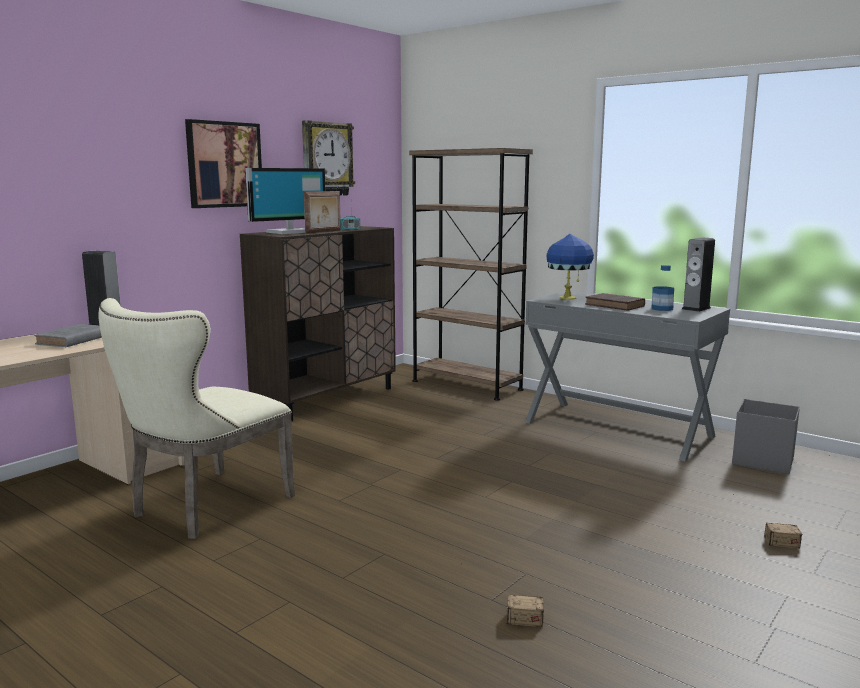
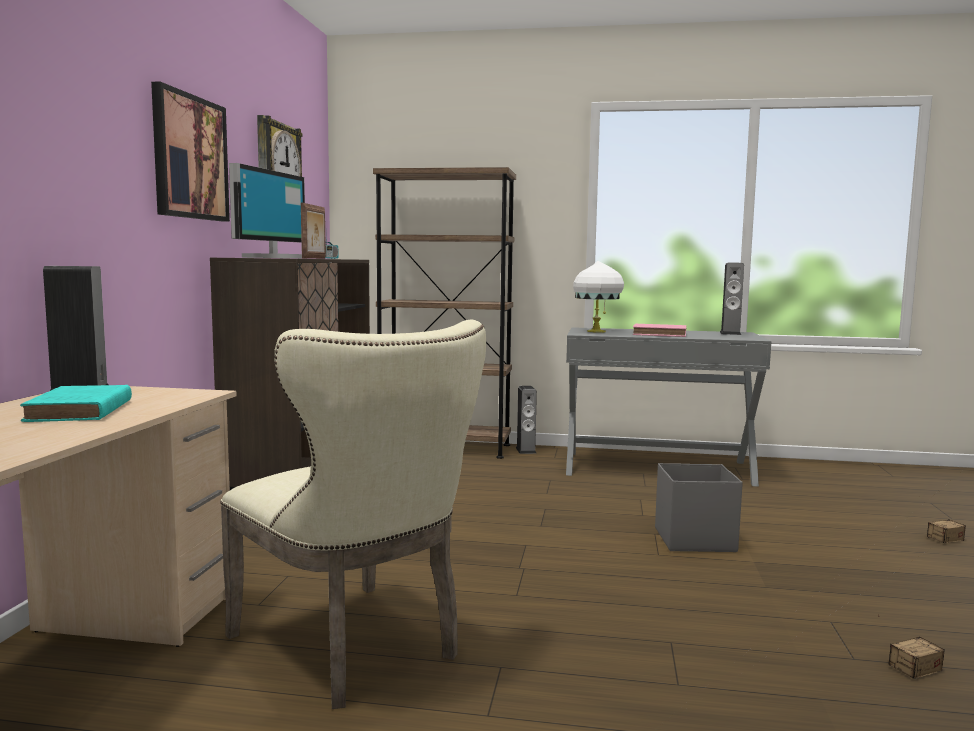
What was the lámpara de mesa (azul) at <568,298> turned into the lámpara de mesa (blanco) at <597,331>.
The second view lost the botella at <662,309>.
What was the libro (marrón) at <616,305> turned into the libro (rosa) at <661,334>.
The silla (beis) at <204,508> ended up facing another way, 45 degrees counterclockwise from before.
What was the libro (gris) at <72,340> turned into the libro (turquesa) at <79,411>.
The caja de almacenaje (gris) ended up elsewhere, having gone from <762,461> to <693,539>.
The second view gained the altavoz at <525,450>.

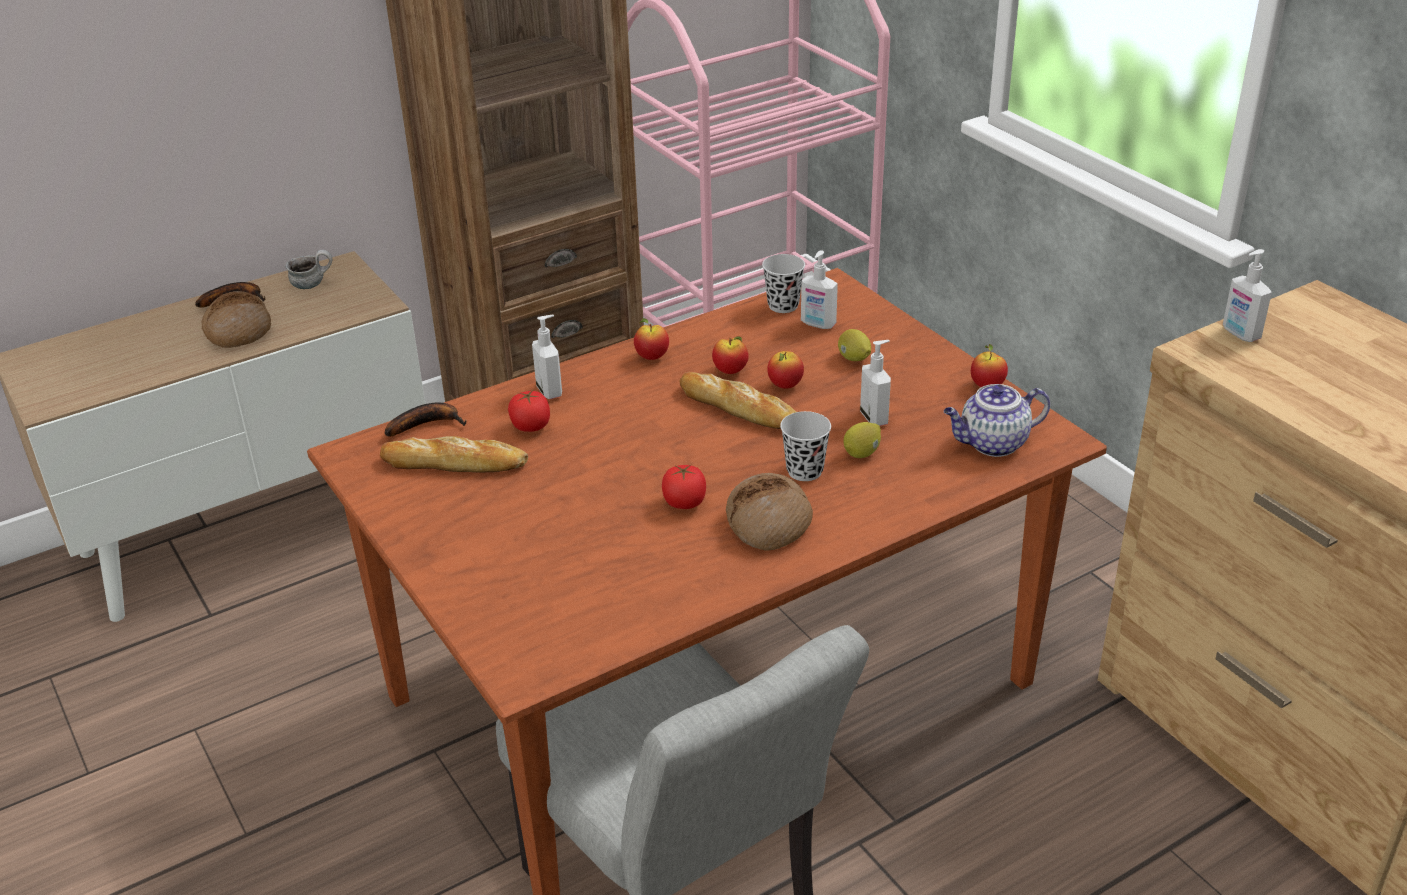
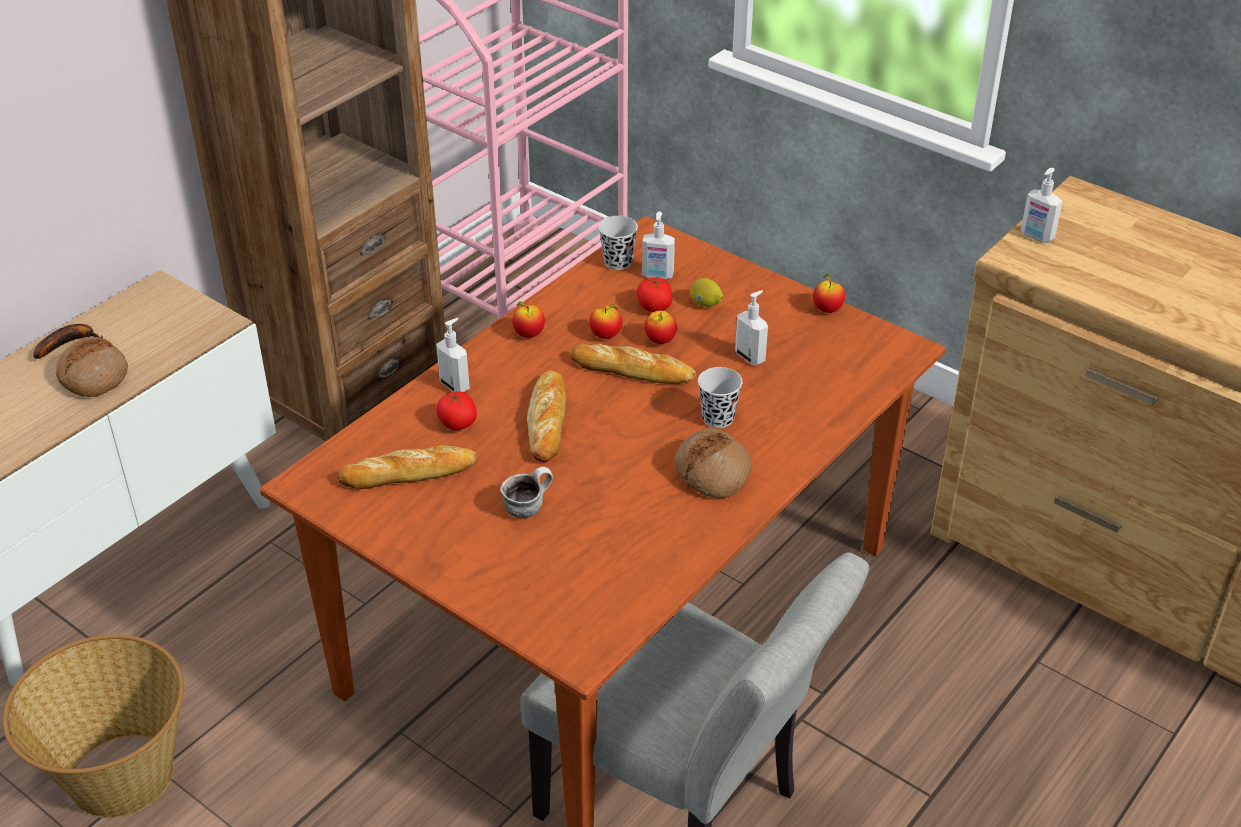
The taza grande ended up elsewhere, having gone from <313,284> to <527,506>.
The second view lost the tetera at <992,444>.
The second view lost the plátano at <427,424>.
The second view lost the limón at <862,453>.
The tomate ended up elsewhere, having gone from <684,503> to <654,307>.
The second view gained the pan at <548,421>.
The second view gained the cesta at <119,776>.

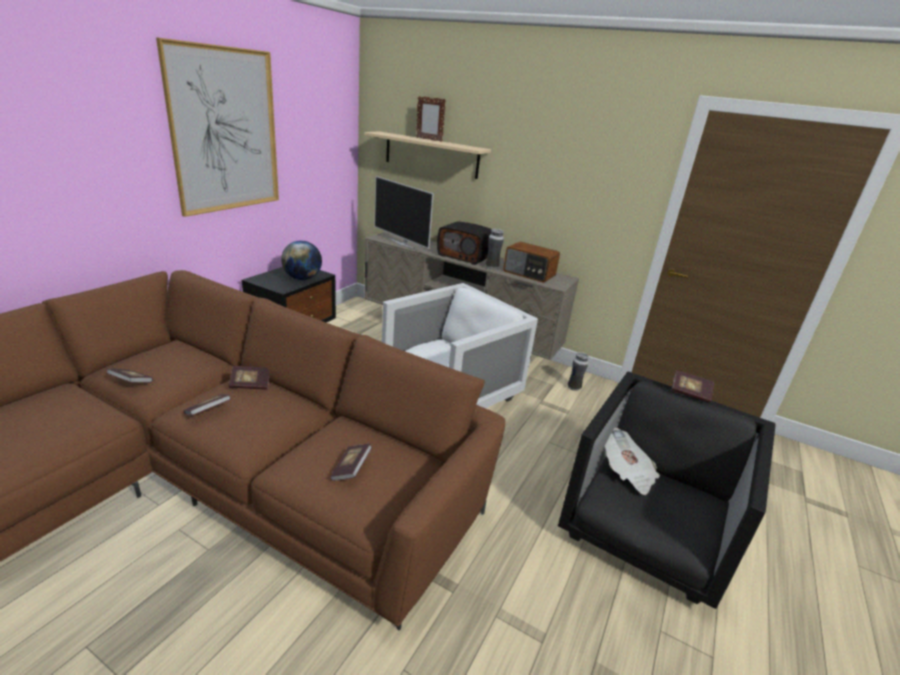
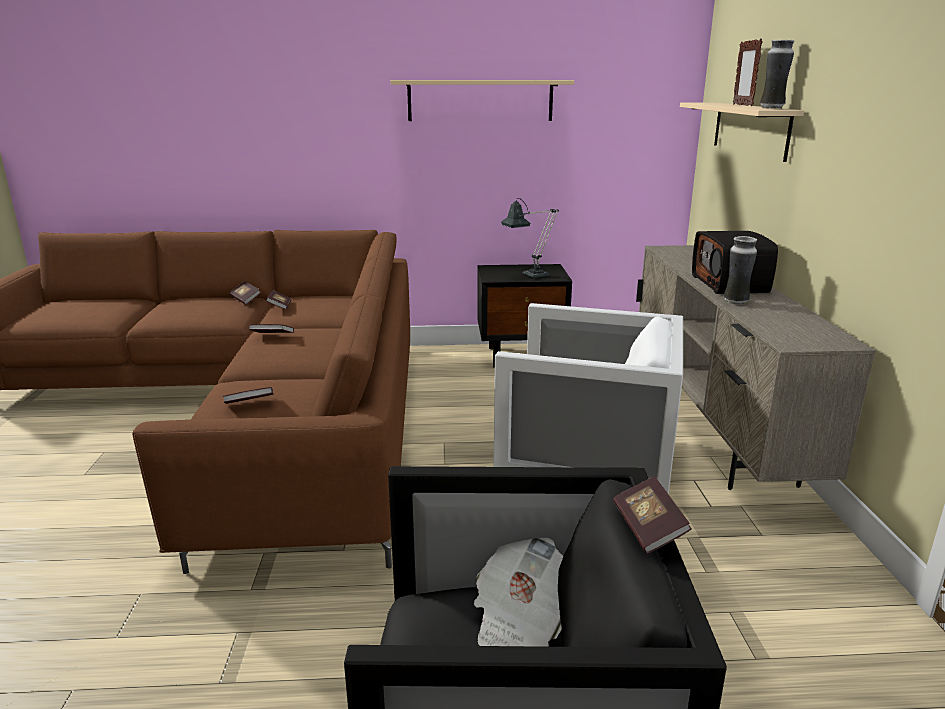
Where the cuadro hung at <225,131>, the estante (beis) came to hang at <480,100>.
The second view lost the televisor at <403,244>.
Where the globo terráqueo stood at <302,278>, the lámpara de mesa came to stand at <530,276>.
The second view lost the radio at <529,274>.
The florero ended up elsewhere, having gone from <574,388> to <772,108>.
The libro ended up elsewhere, having gone from <250,385> to <245,299>.

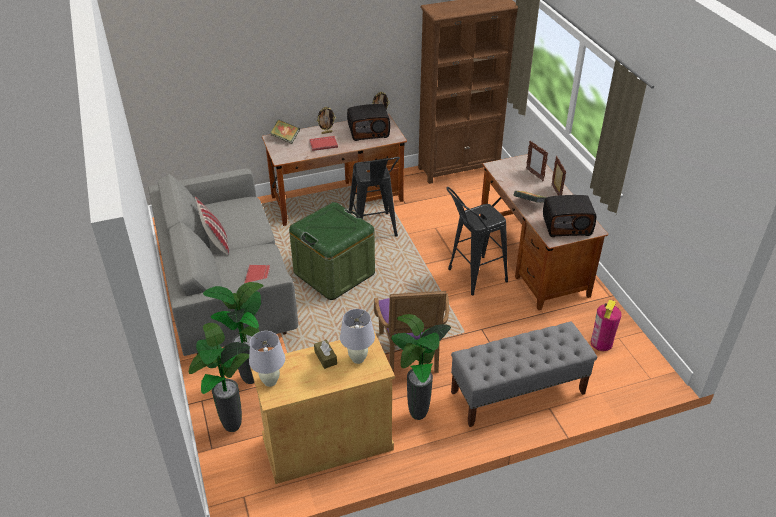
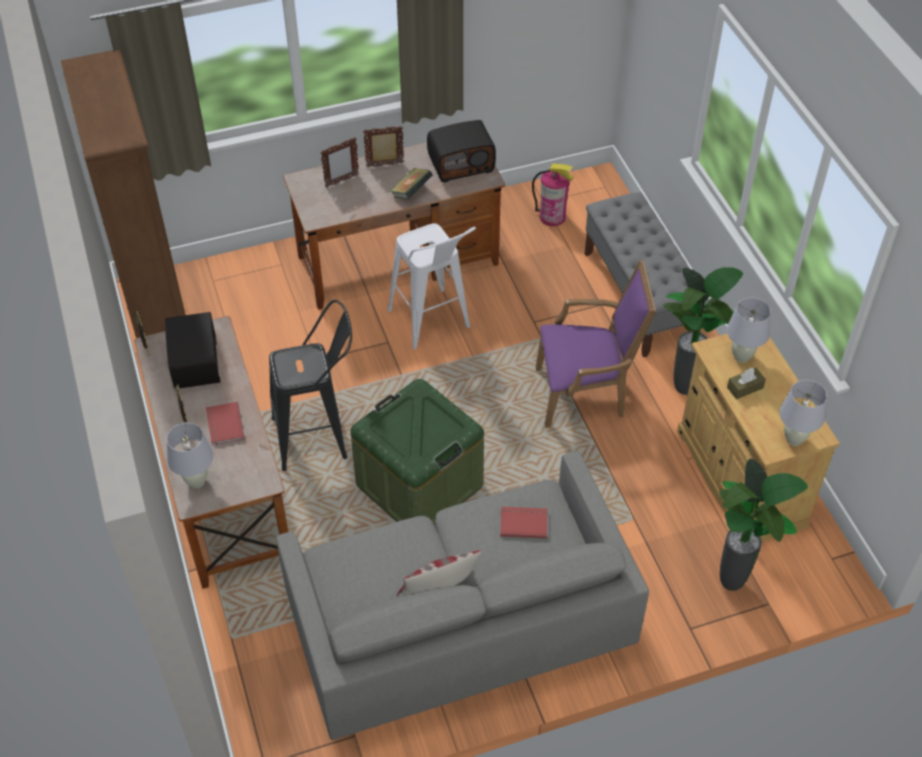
Where the libro stood at <285,138>, the lámpara de mesa (blanco) came to stand at <196,481>.
What was the taburete (negro) at <471,277> turned into the taburete (blanco) at <432,325>.
The radio at <567,226> ended up facing another way, 75 degrees clockwise from before.
The second view lost the planta en maceta at <249,379>.

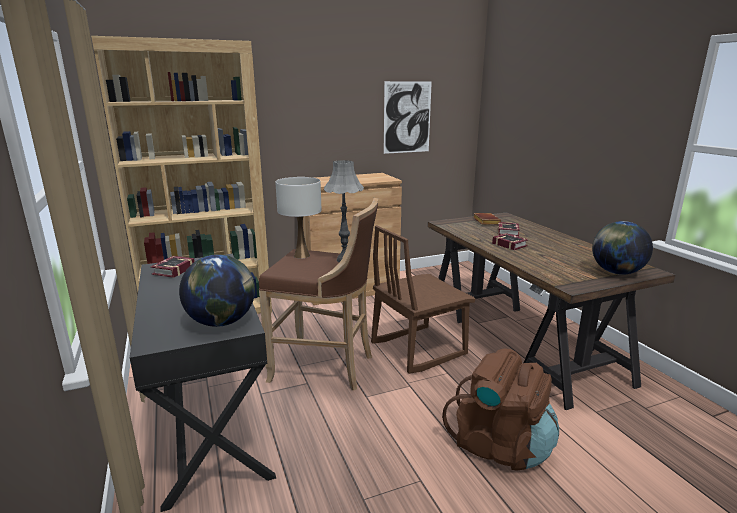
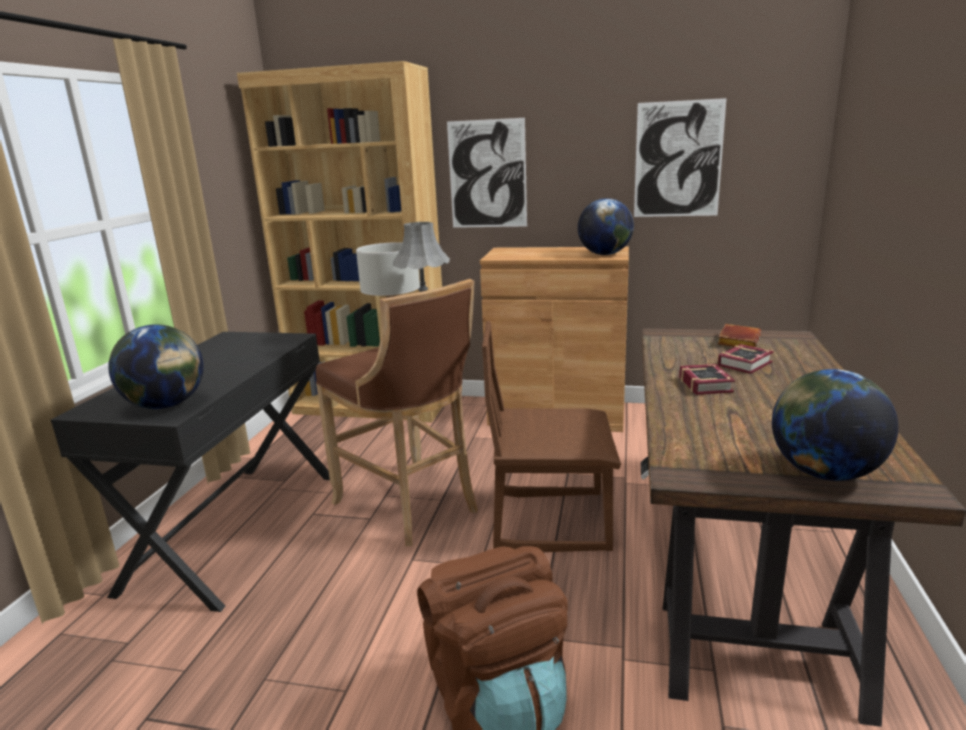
The second view lost the libro at <172,271>.
The second view gained the cuadro at <487,174>.
The second view gained the globo terráqueo at <604,254>.

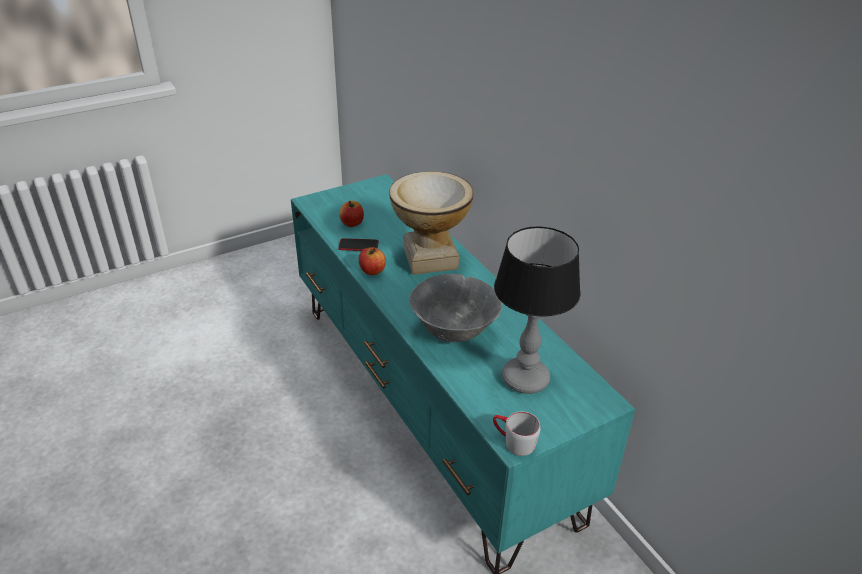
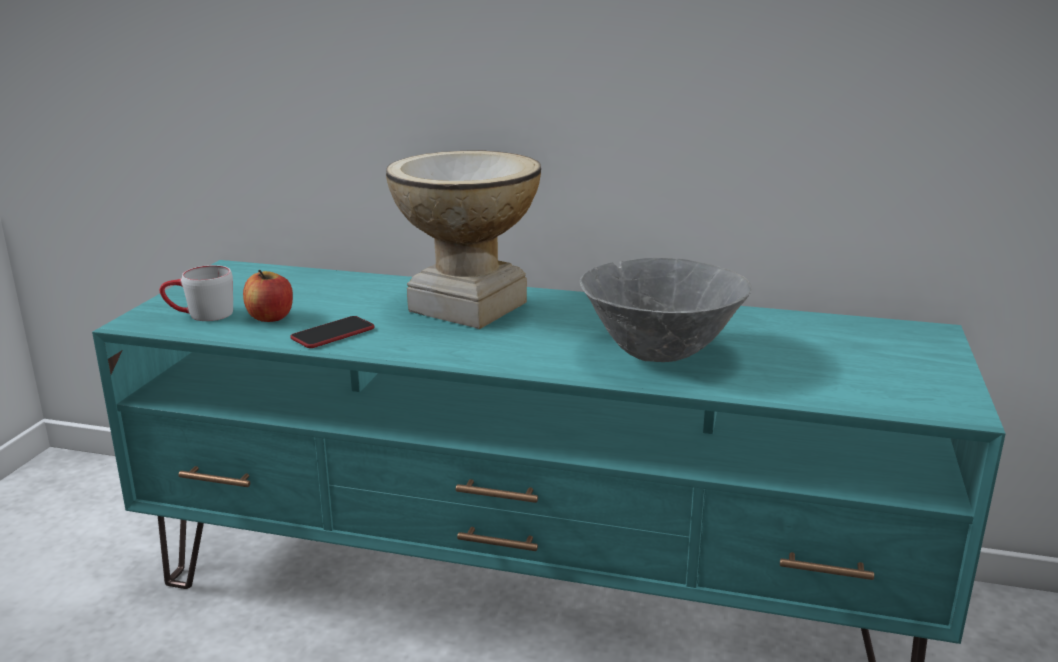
The second view lost the lámpara de mesa at <526,379>.
The second view lost the manzana at <372,271>.
The taza grande (gris) ended up elsewhere, having gone from <513,442> to <200,315>.

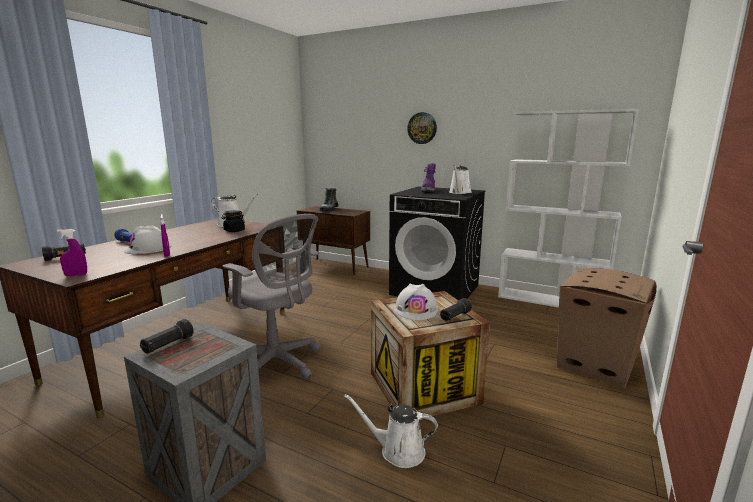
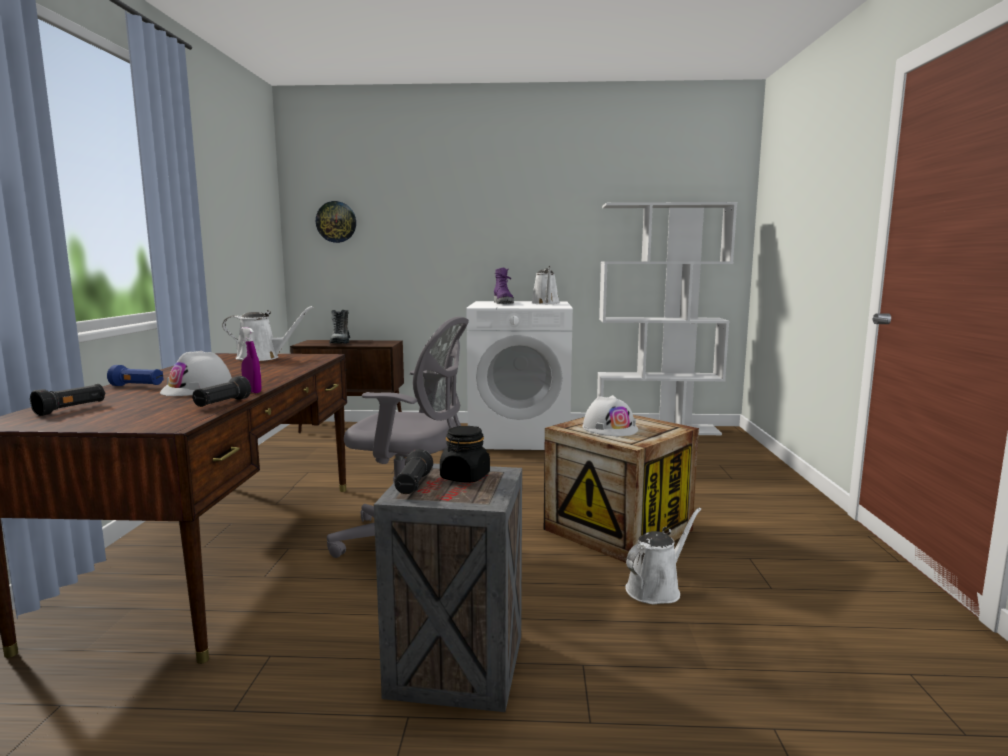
The reloj de pared ended up elsewhere, having gone from <422,128> to <336,222>.
What was the lavadora (negro) at <435,290> turned into the lavadora (blanco) at <520,436>.
The tarro (negro) ended up elsewhere, having gone from <234,231> to <465,477>.
The second view lost the pulverizador (morado) at <76,275>.
The second view lost the caja de cartón at <596,364>.
The linterna (negro) ended up elsewhere, having gone from <454,317> to <222,404>.
The regadera (blanco) at <398,451> ended up facing another way, 150 degrees clockwise from before.

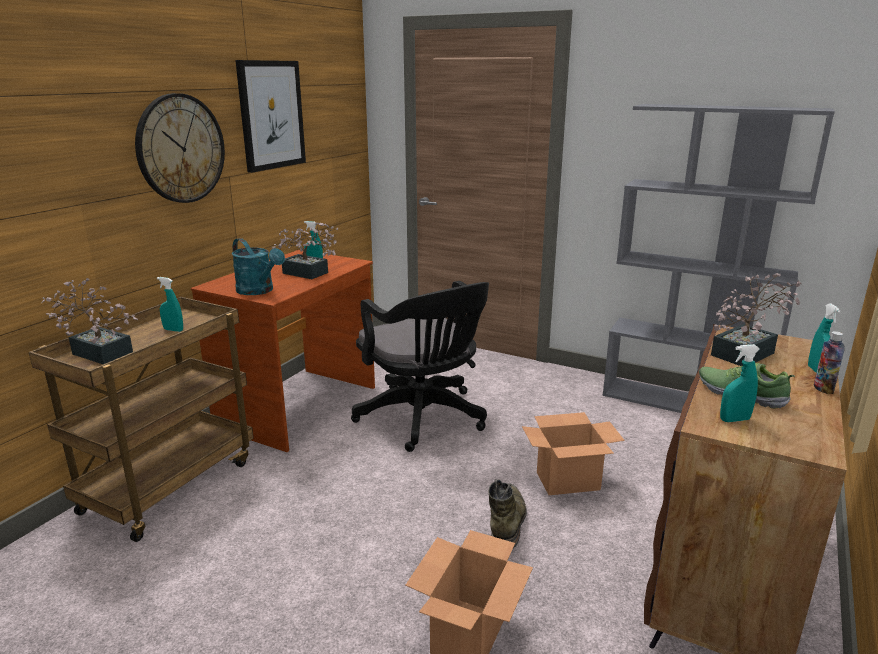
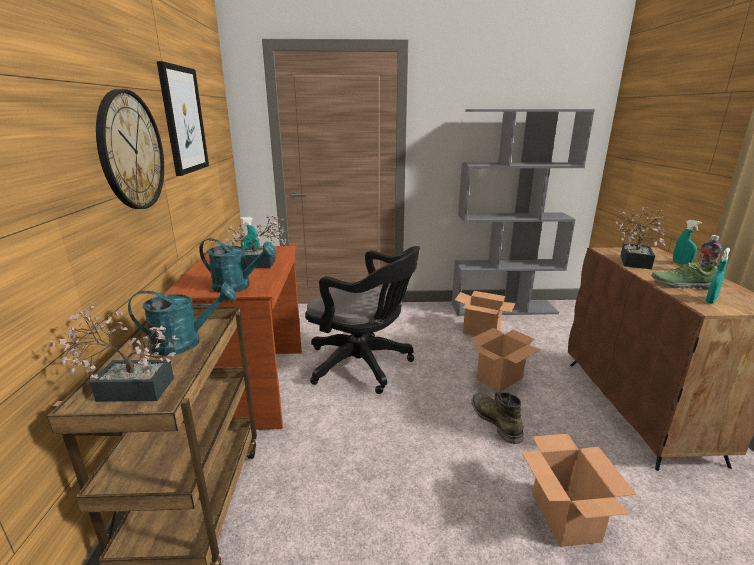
Where the pulverizador (turquesa) stood at <173,330>, the regadera (turquesa) came to stand at <186,343>.
The second view gained the caja de cartón at <482,331>.

